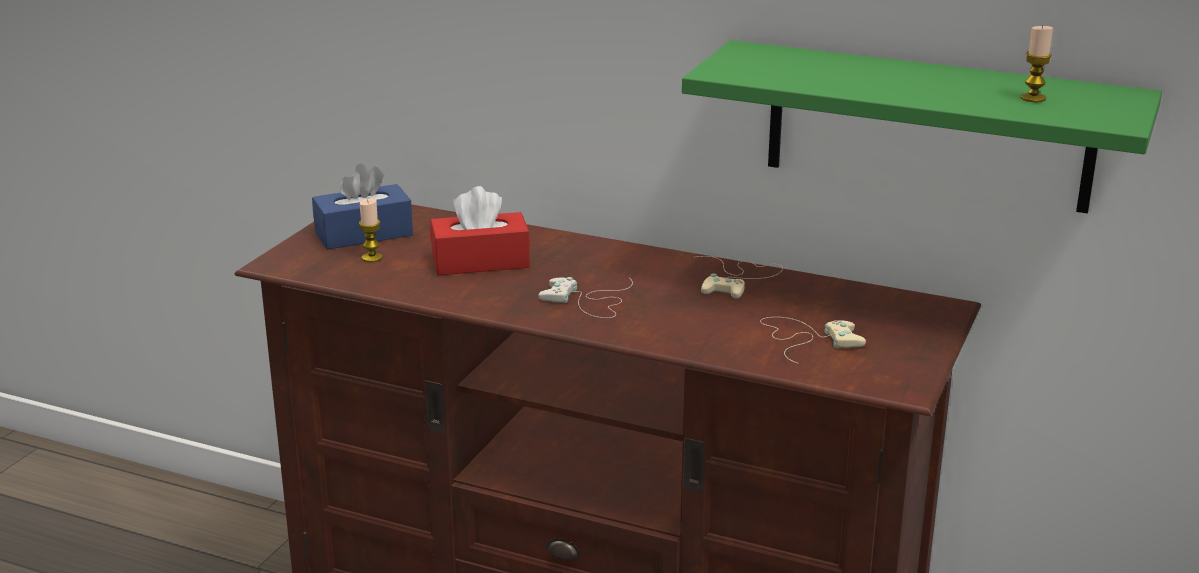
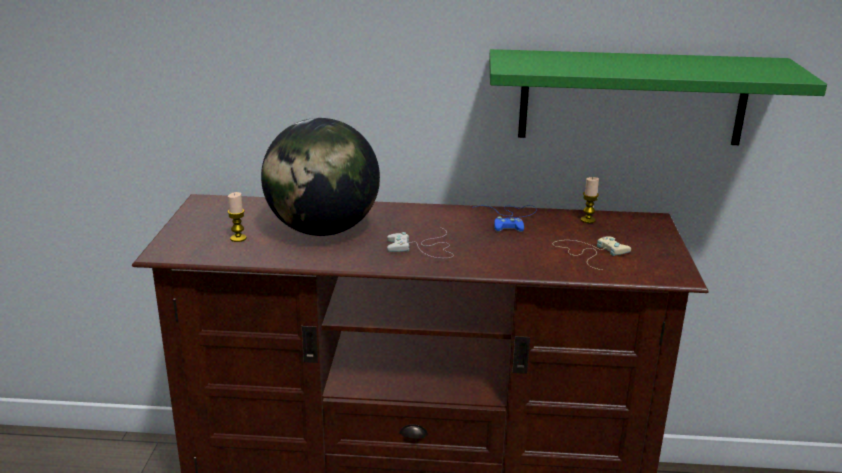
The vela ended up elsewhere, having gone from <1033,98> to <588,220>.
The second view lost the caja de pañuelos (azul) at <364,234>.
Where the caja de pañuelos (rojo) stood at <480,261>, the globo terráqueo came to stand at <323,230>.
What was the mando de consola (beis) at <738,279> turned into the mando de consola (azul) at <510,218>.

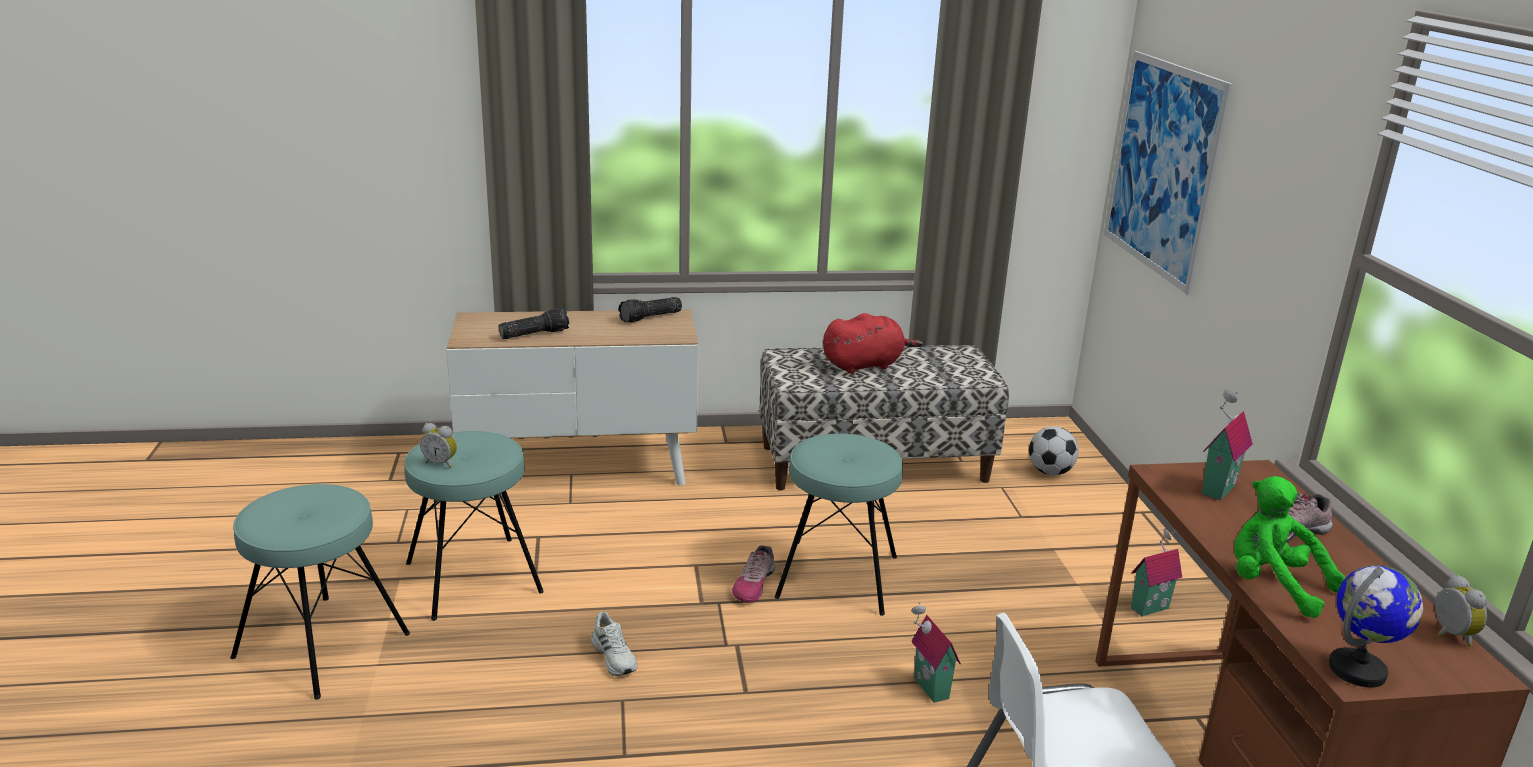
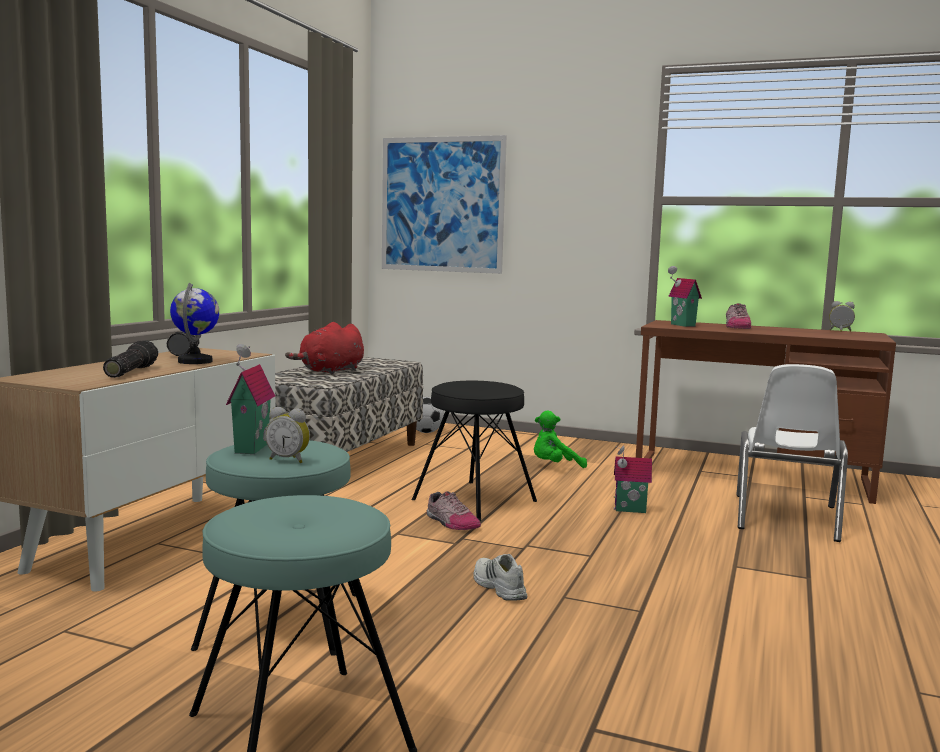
The peluche (rojo) at <865,365> ended up facing another way, 150 degrees counterclockwise from before.
The despertador at <441,463> ended up facing another way, 60 degrees clockwise from before.
What was the taburete (turquesa) at <837,577> turned into the taburete (negro) at <474,500>.
The peluche (verde) ended up elsewhere, having gone from <1272,585> to <555,466>.
The casita ended up elsewhere, having gone from <1148,606> to <249,448>.
The globo terráqueo ended up elsewhere, having gone from <1358,670> to <195,361>.
The zapato (blanco) at <615,656> ended up facing another way, 120 degrees counterclockwise from before.

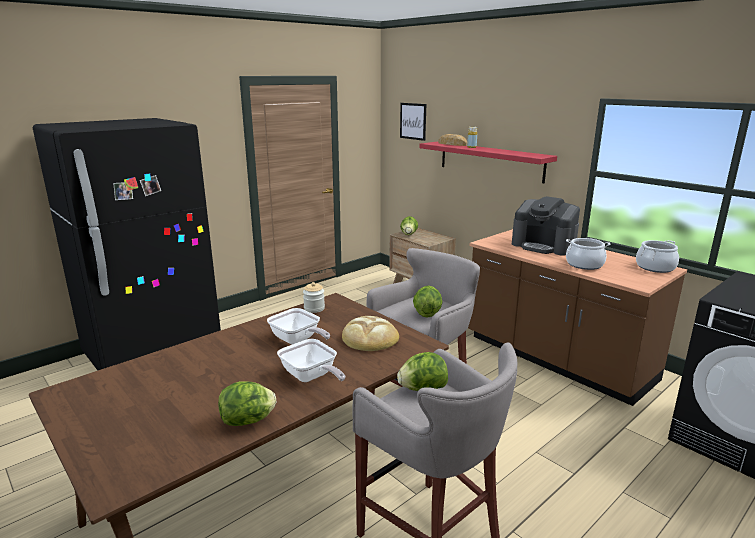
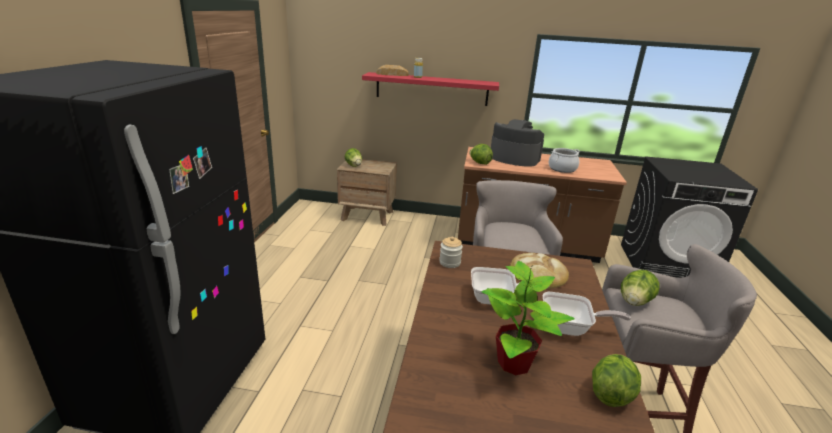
The second view lost the cuadro at <413,121>.
The cafetera at <544,246> ended up facing another way, 150 degrees counterclockwise from before.
The second view lost the olla at <655,267>.
The lechuga ended up elsewhere, having gone from <426,313> to <479,163>.
The second view gained the planta en maceta at <514,364>.

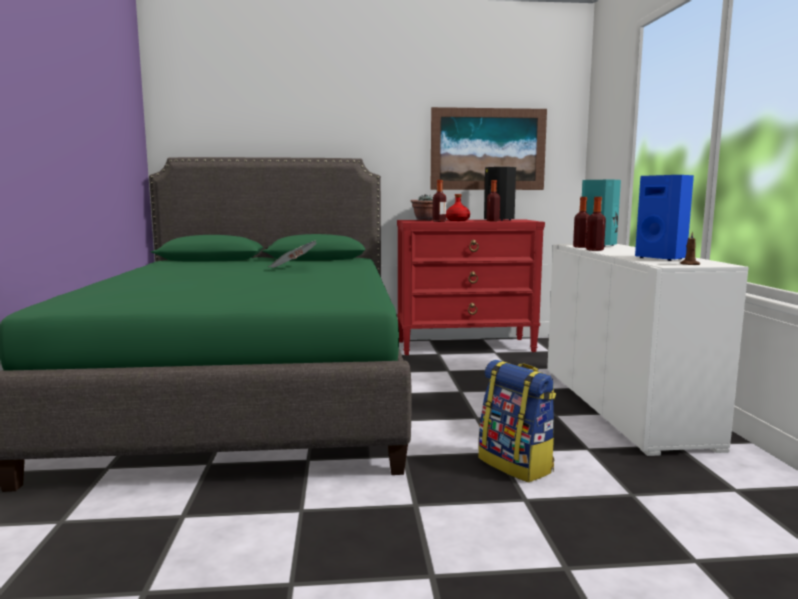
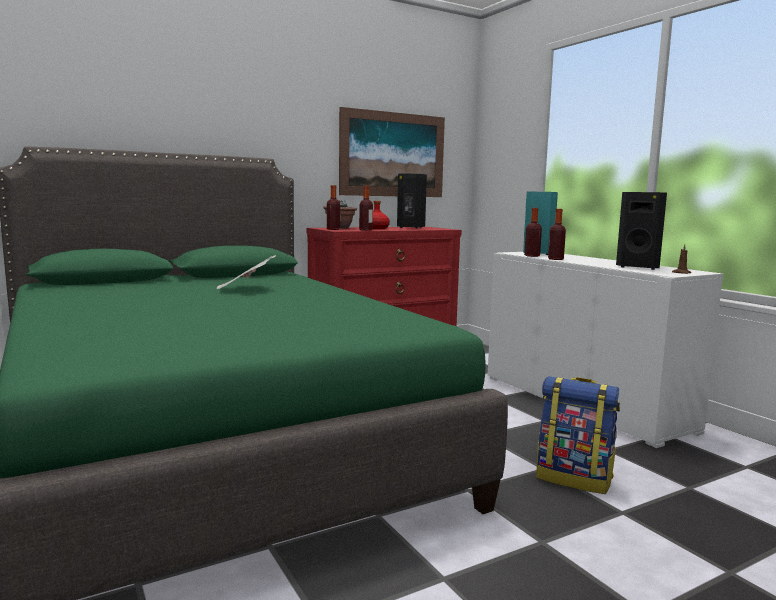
What was the altavoz (azul) at <662,258> turned into the altavoz (negro) at <639,267>.
The botella ended up elsewhere, having gone from <492,221> to <333,229>.

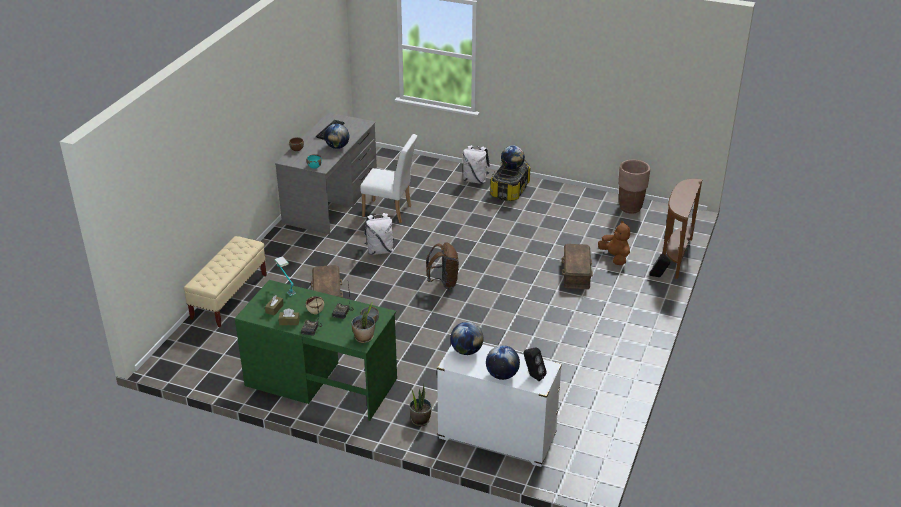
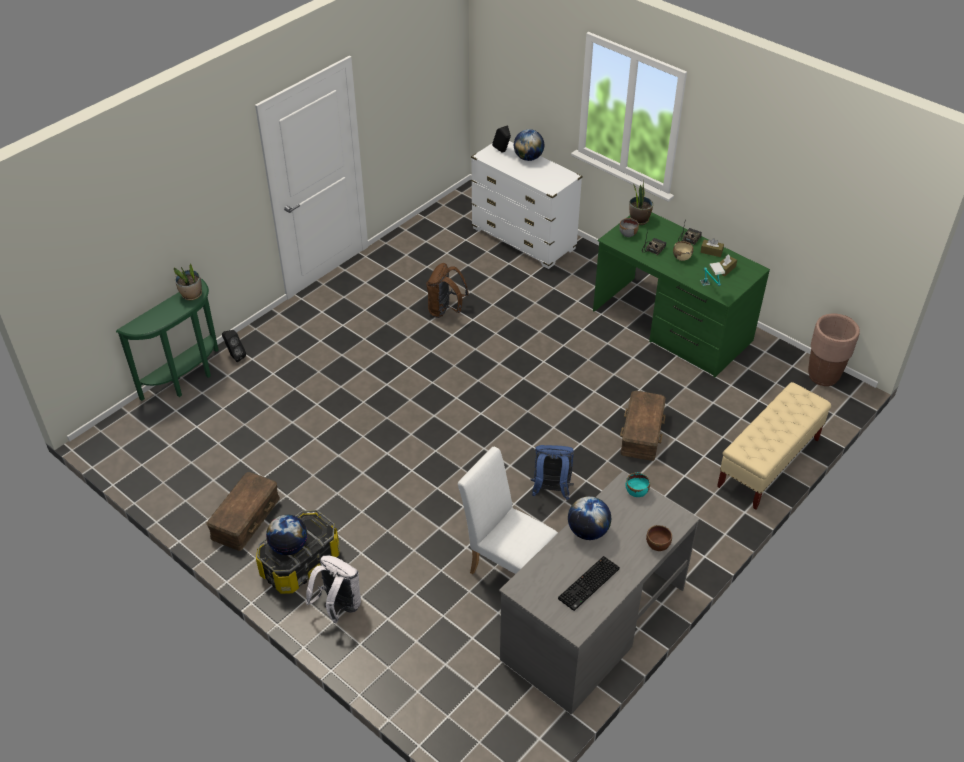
The maceta (marrón) ended up elsewhere, having gone from <630,208> to <823,376>.
What was the mesa consola (marrón) at <675,256> turned into the mesa consola (verde) at <187,379>.
What was the mochila (blanco) at <380,250> turned into the mochila (azul) at <551,490>.
The second view lost the peluche (marrón) at <615,257>.
The mochila (marrón) ended up elsewhere, having gone from <443,283> to <445,310>.
The caja de almacenaje (marrón) ended up elsewhere, having gone from <577,273> to <245,517>.
The second view lost the globo terráqueo at <466,351>.
The planta en maceta ended up elsewhere, having gone from <420,420> to <191,295>.

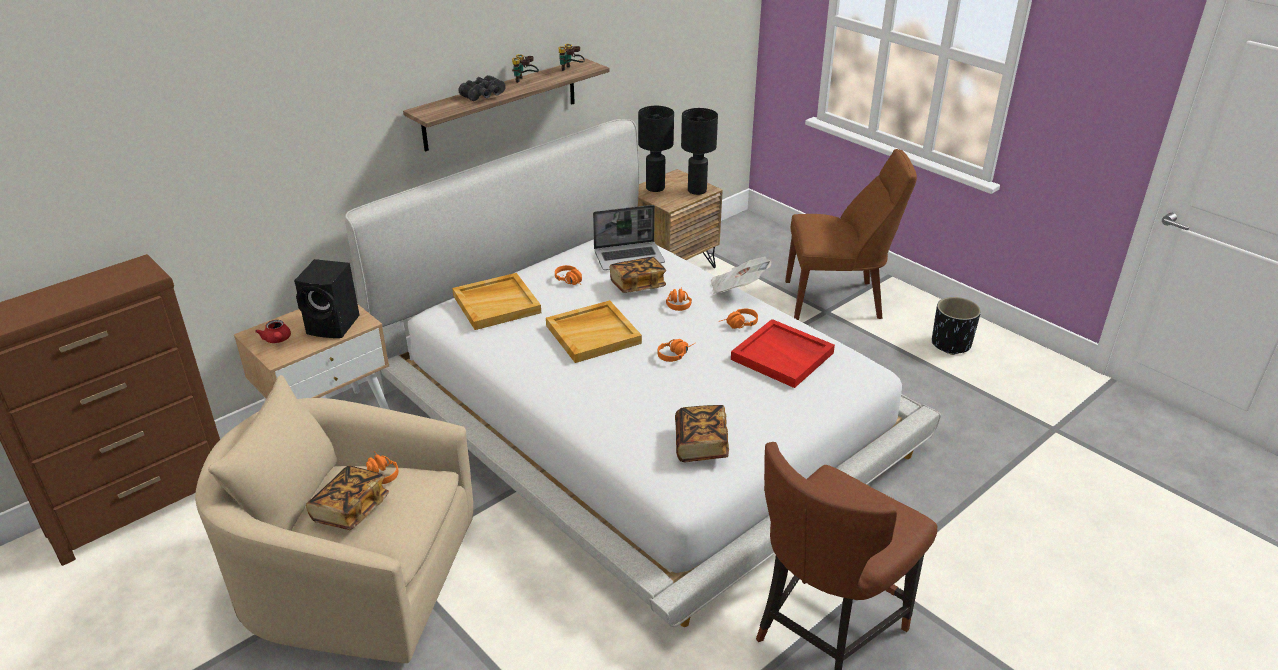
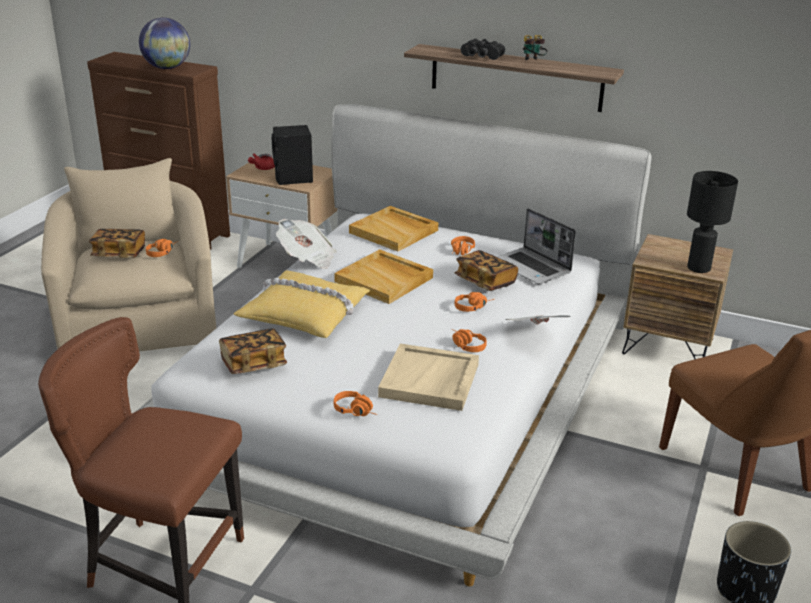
The second view lost the prismáticos at <571,70>.
The second view lost the lámpara de mesa (negro) at <655,188>.
What was the bandeja (rojo) at <783,356> turned into the bandeja (beis) at <430,381>.
The auriculares (naranja) ended up elsewhere, having gone from <676,354> to <357,411>.
The second view gained the globo terráqueo at <167,68>.
The second view gained the periódico at <307,258>.
The second view gained the cojín (amarillo) at <305,314>.

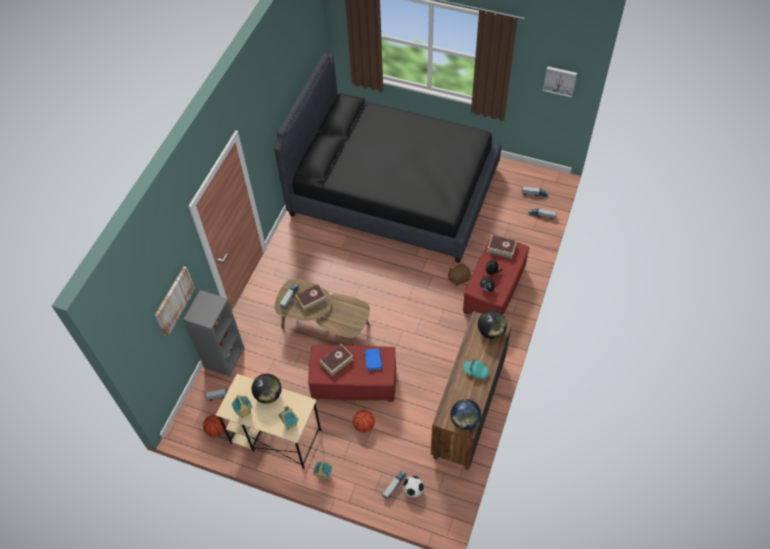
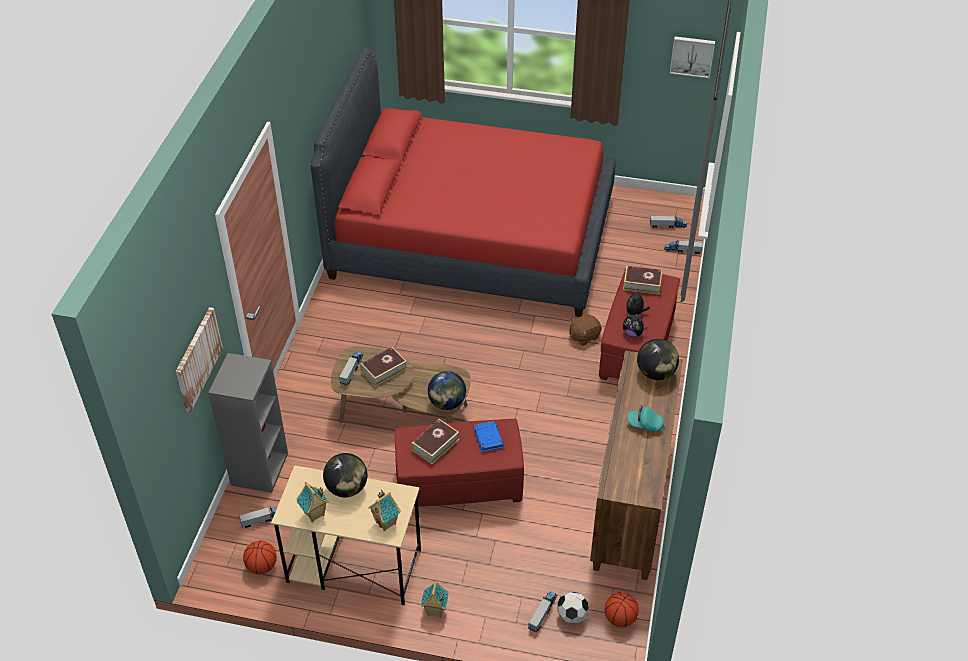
What was the cama (negro) at <393,191> turned into the cama (rojo) at <472,237>.
The globo terráqueo ended up elsewhere, having gone from <464,421> to <447,403>.
The balón de baloncesto ended up elsewhere, having gone from <364,425> to <620,618>.

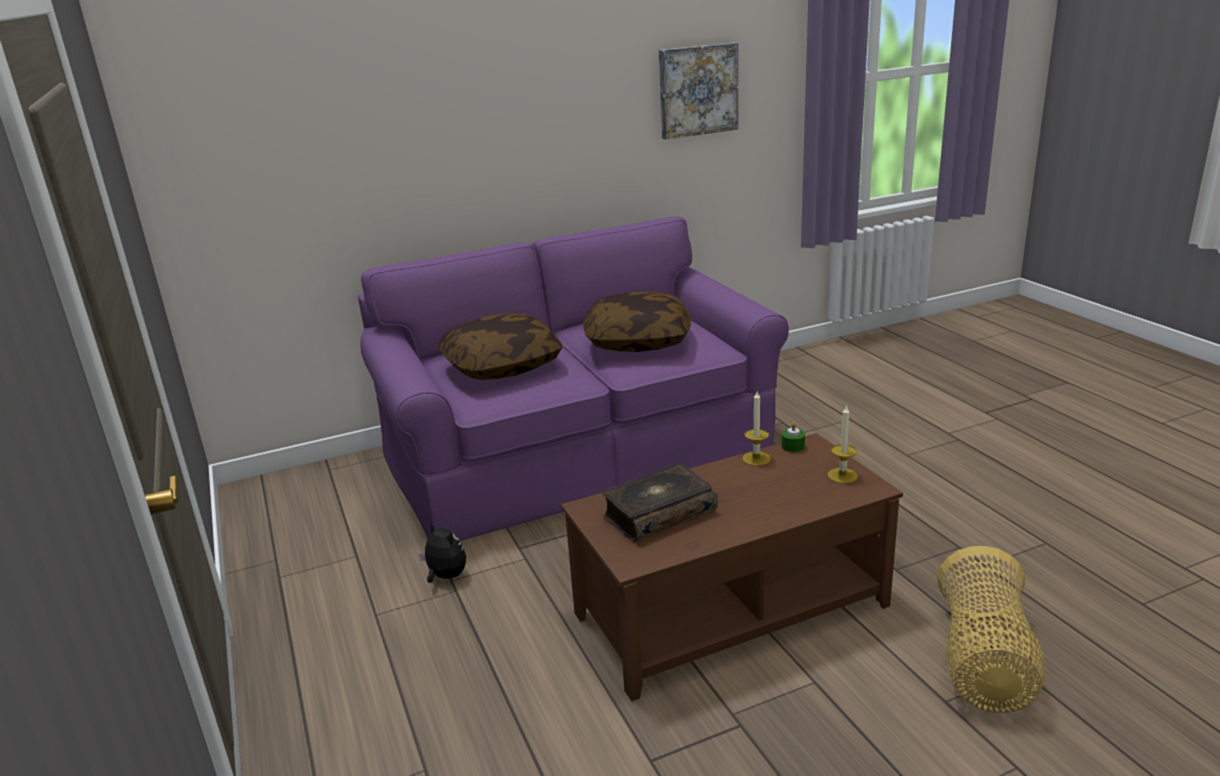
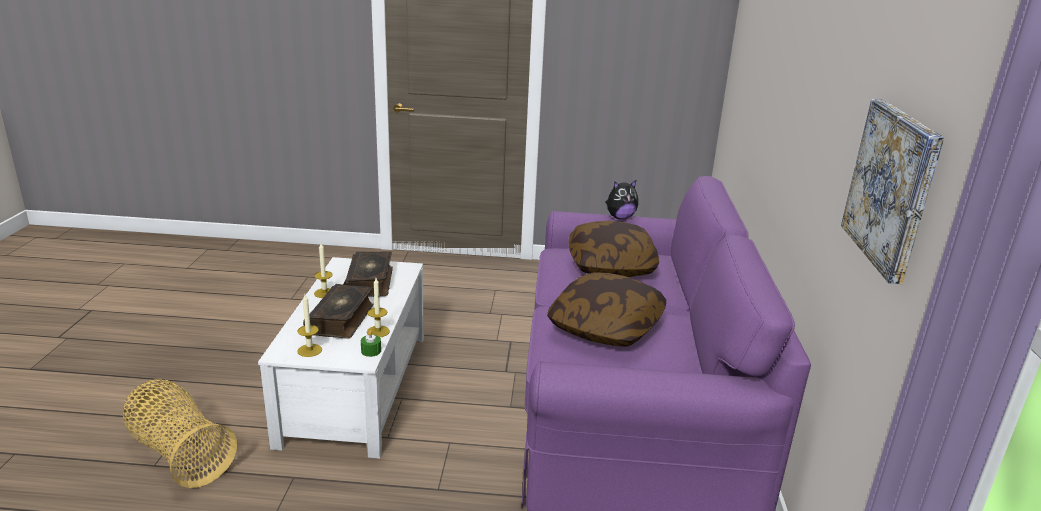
What was the mesa de centro (marrón) at <730,608> turned into the mesa de centro (blanco) at <357,388>.
The peluche ended up elsewhere, having gone from <445,576> to <620,217>.
The second view gained the vela at <324,293>.
The second view gained the libro at <341,319>.

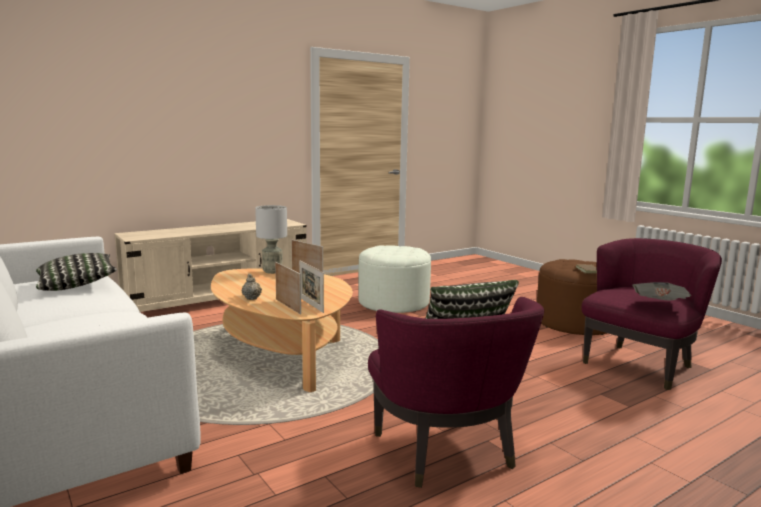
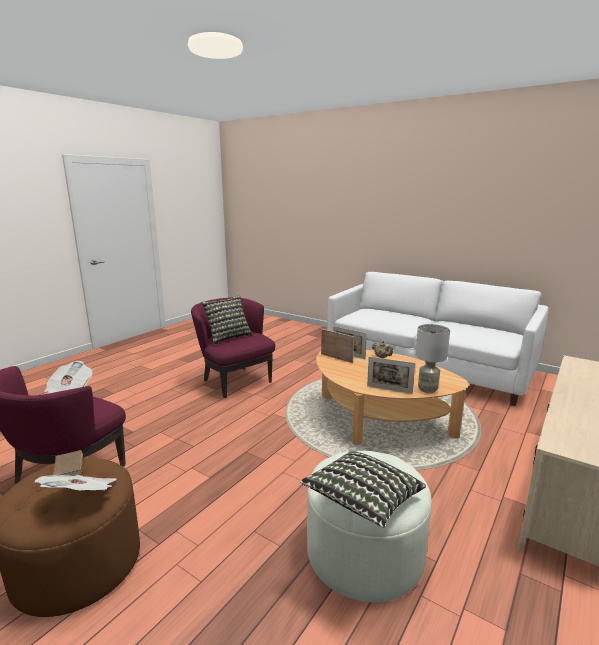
The cojín ended up elsewhere, having gone from <77,285> to <362,501>.
The second view gained the periódico at <82,497>.

